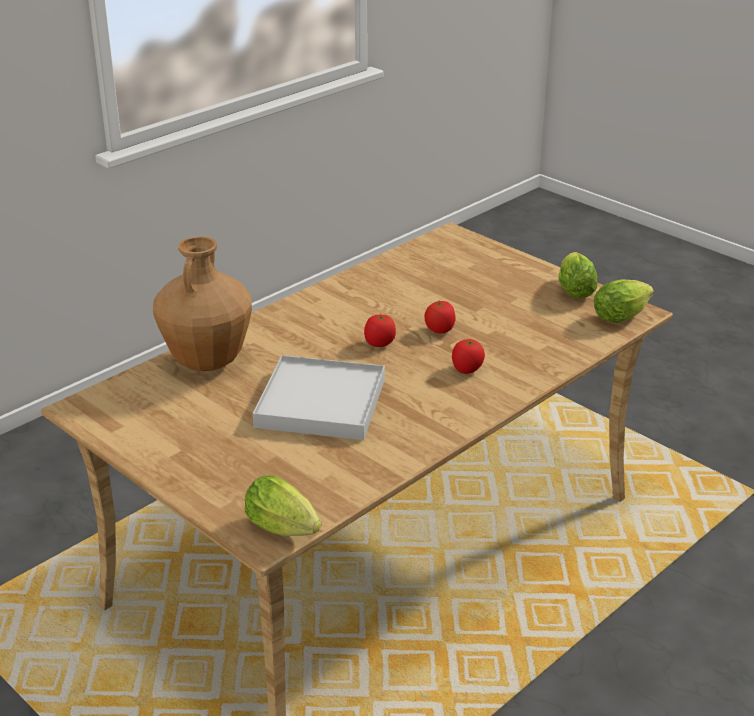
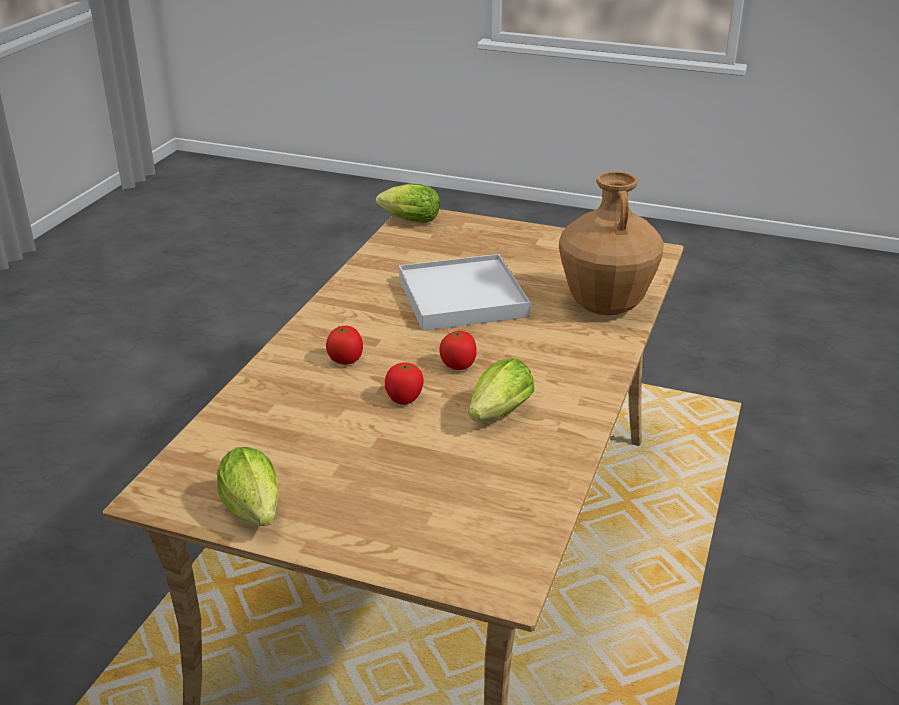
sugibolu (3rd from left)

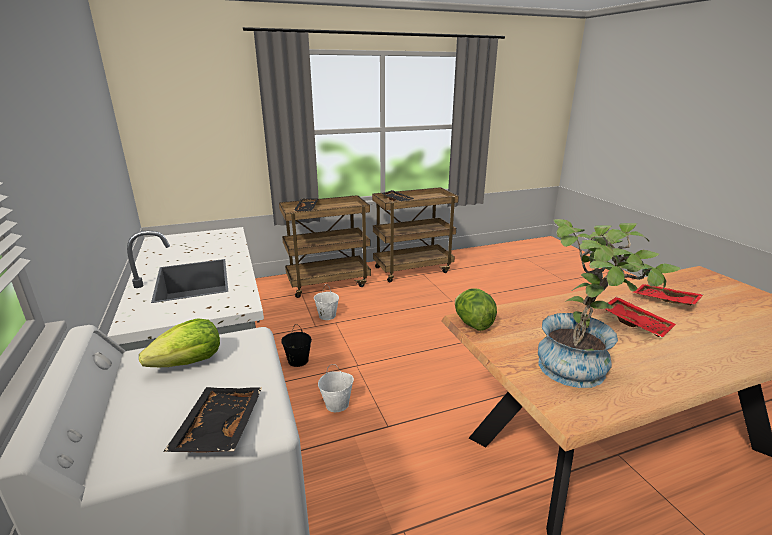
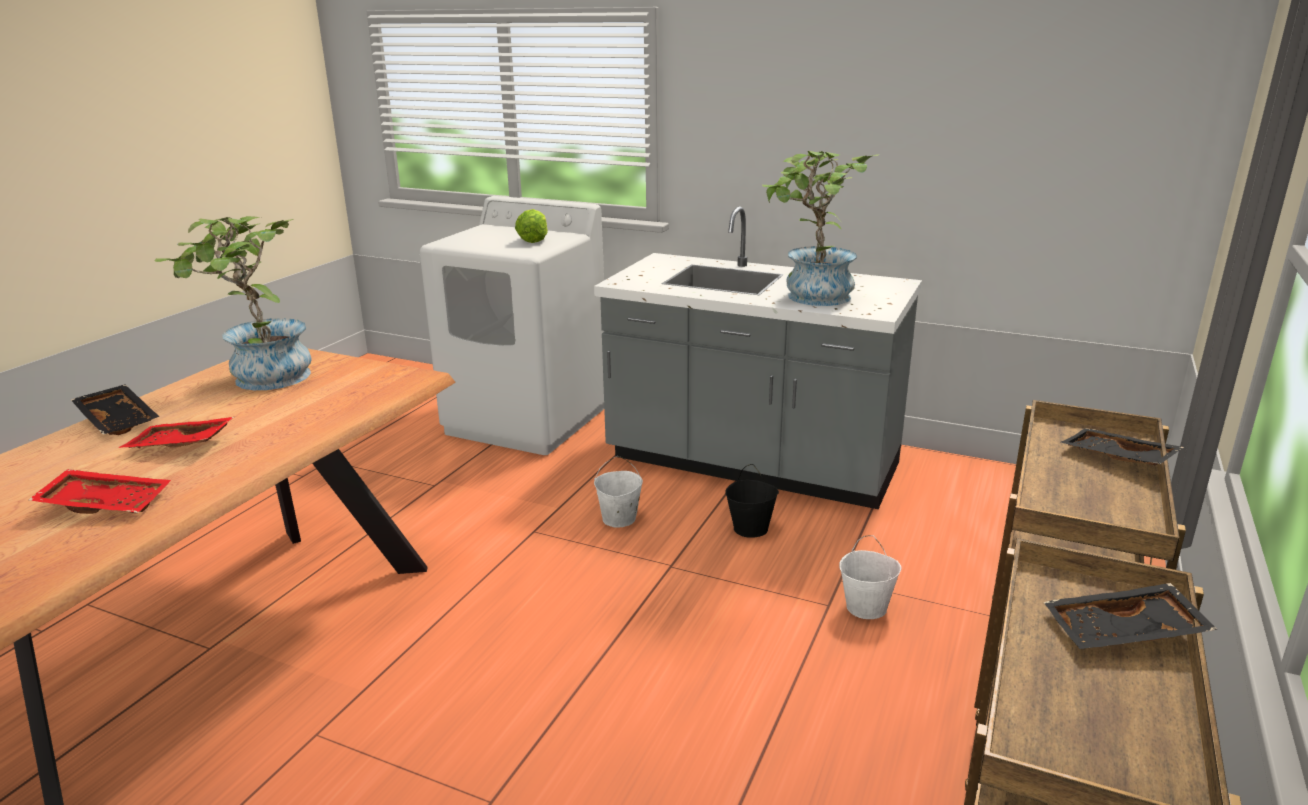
sugibolu (2nd from left in the first image)
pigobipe (2nd from left)
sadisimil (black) (1st from left)

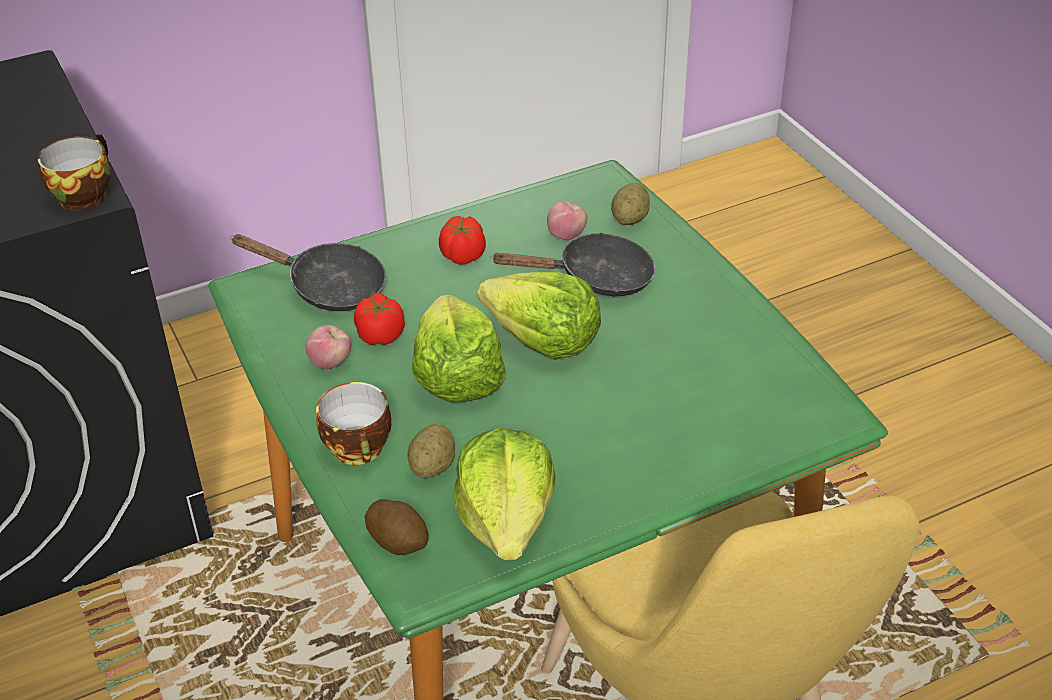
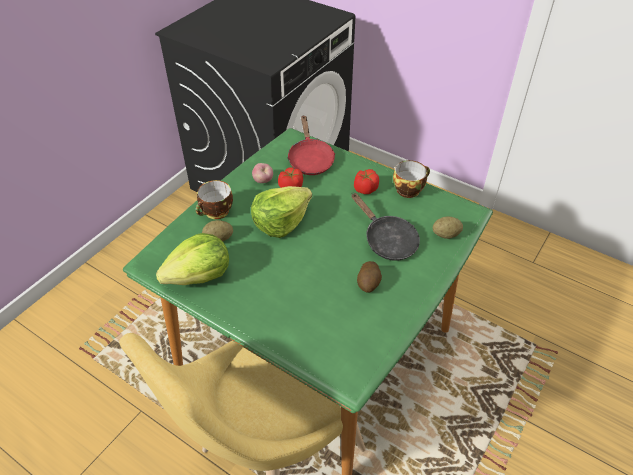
sugibolu (3rd from left in the first image)
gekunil (2nd from left in the first image)
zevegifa (2nd from left)
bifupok (2nd from left)
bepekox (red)

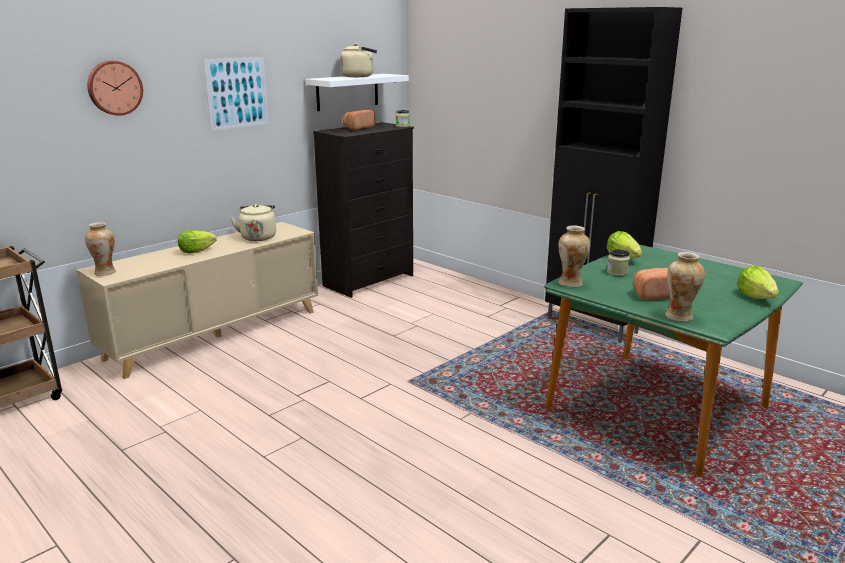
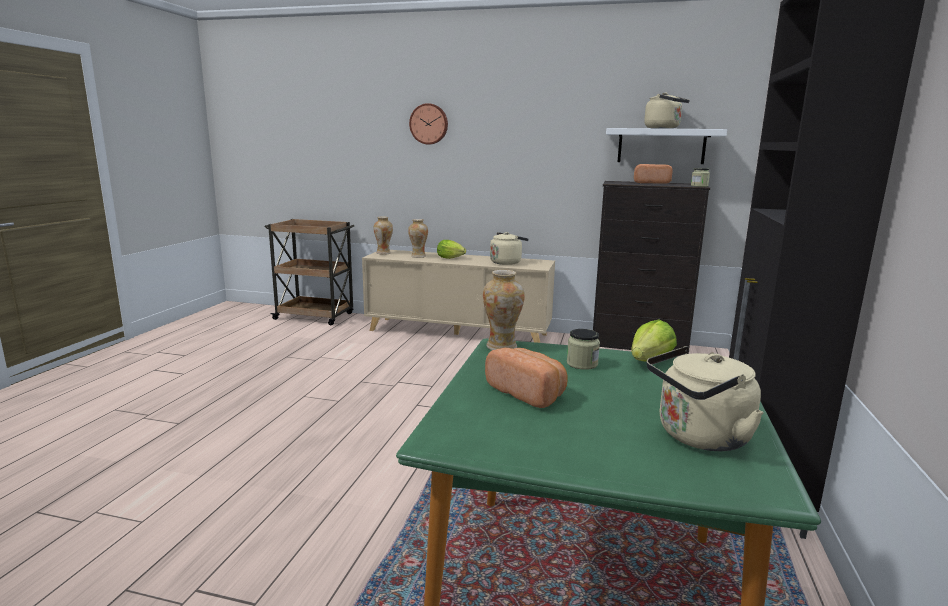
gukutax
sugibolu (3rd from left in the first image)
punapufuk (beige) (3rd from left)
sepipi (2nd from left)

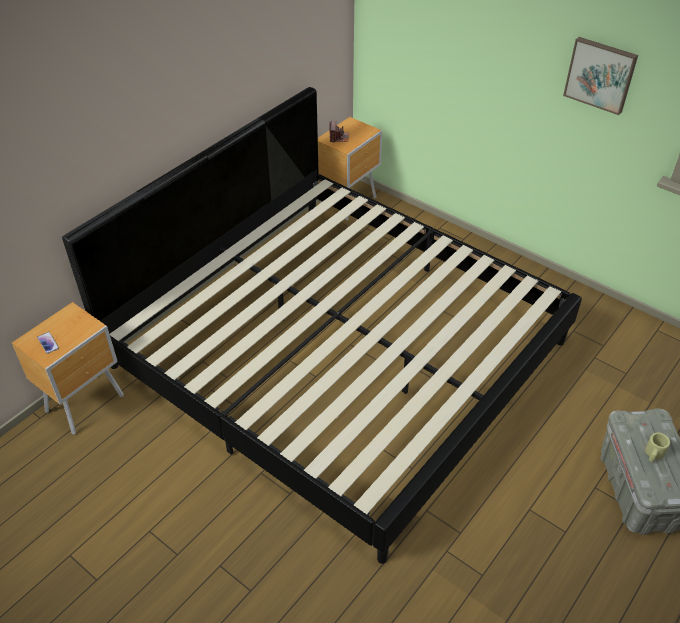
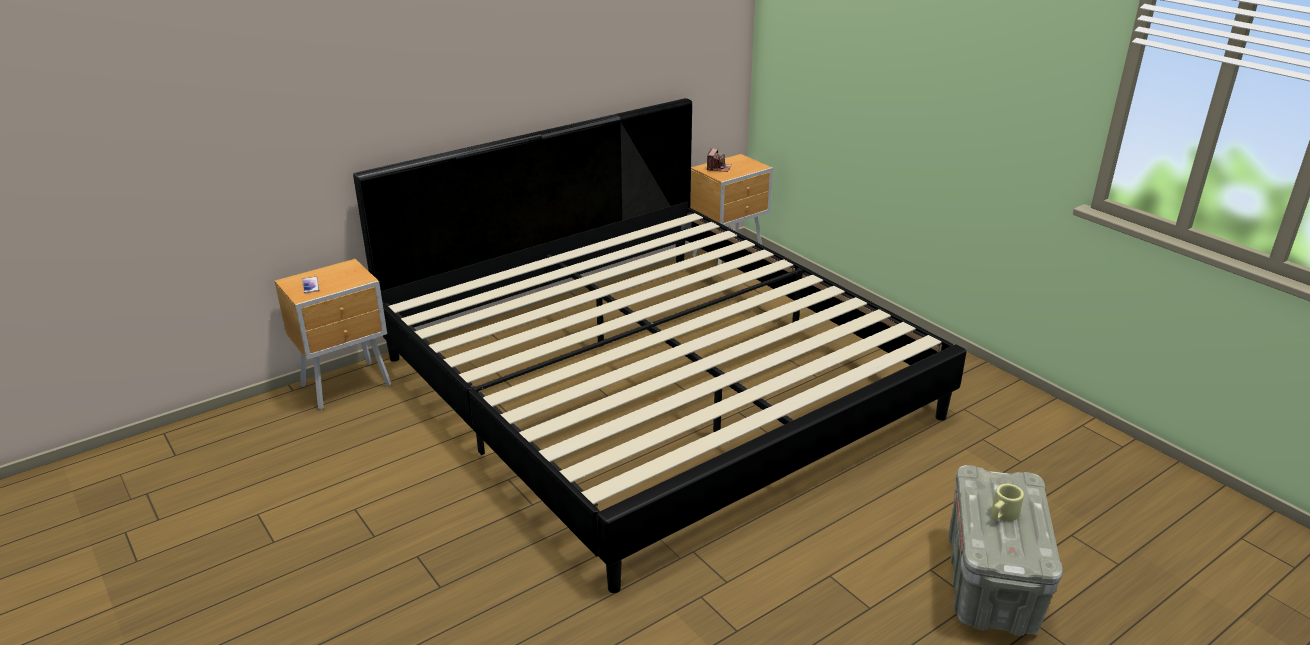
gukutax

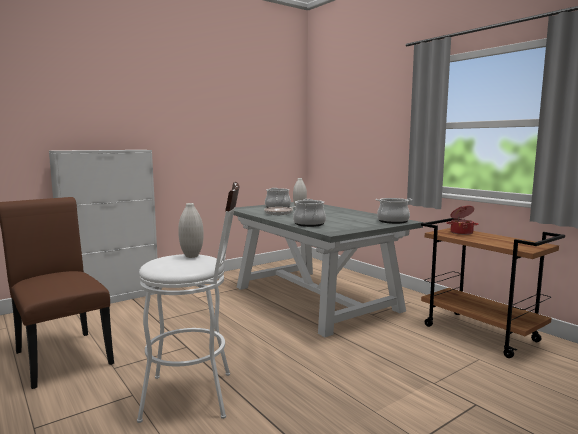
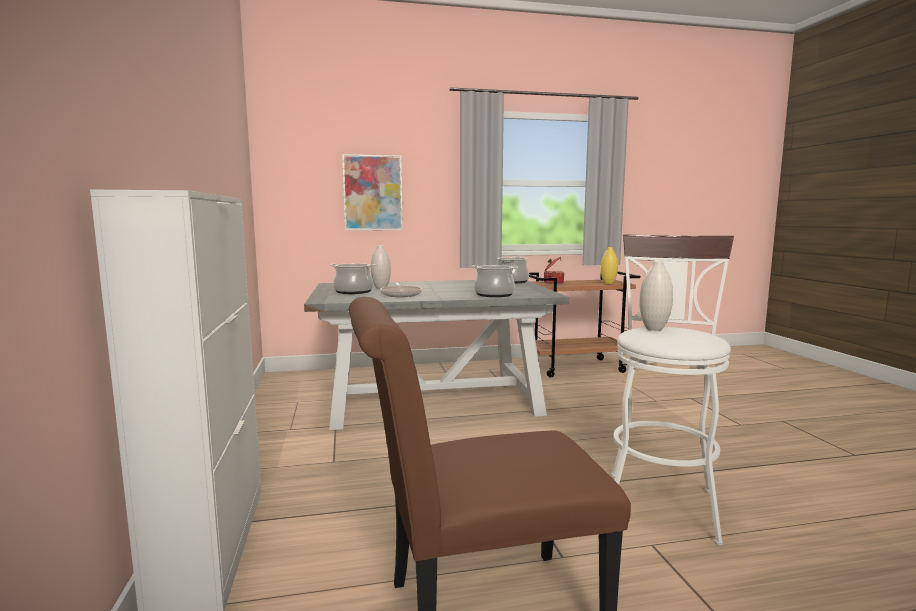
gukutax
sepipi (yellow)

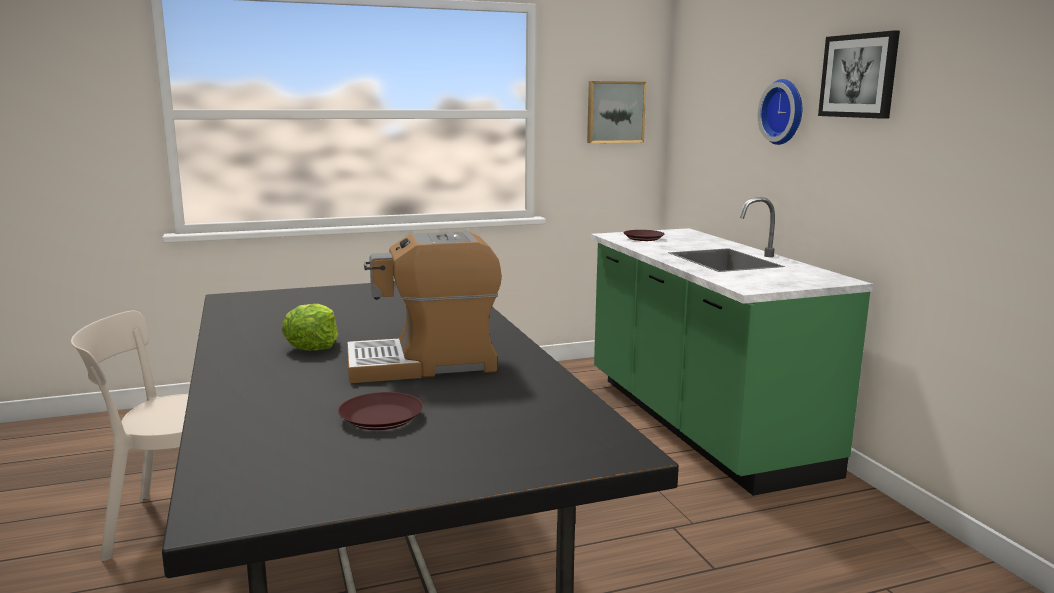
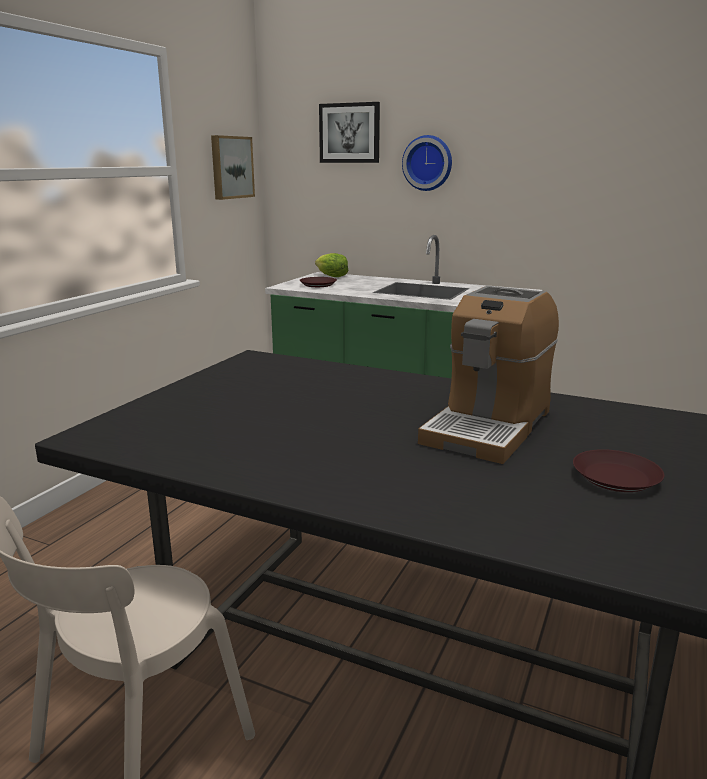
sugibolu
gukutax (2nd from left)

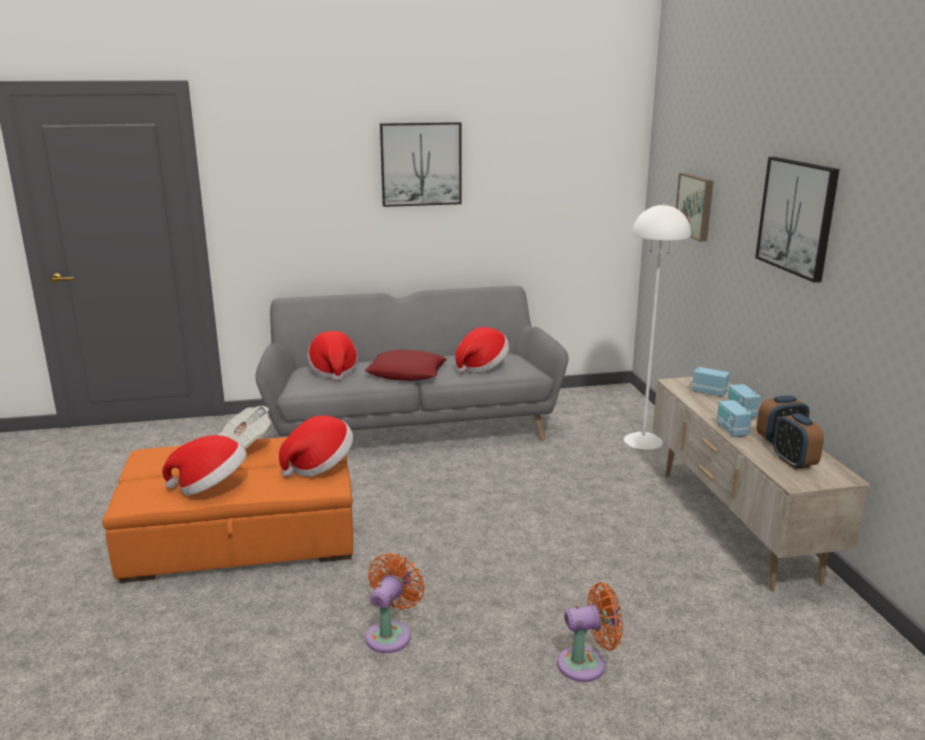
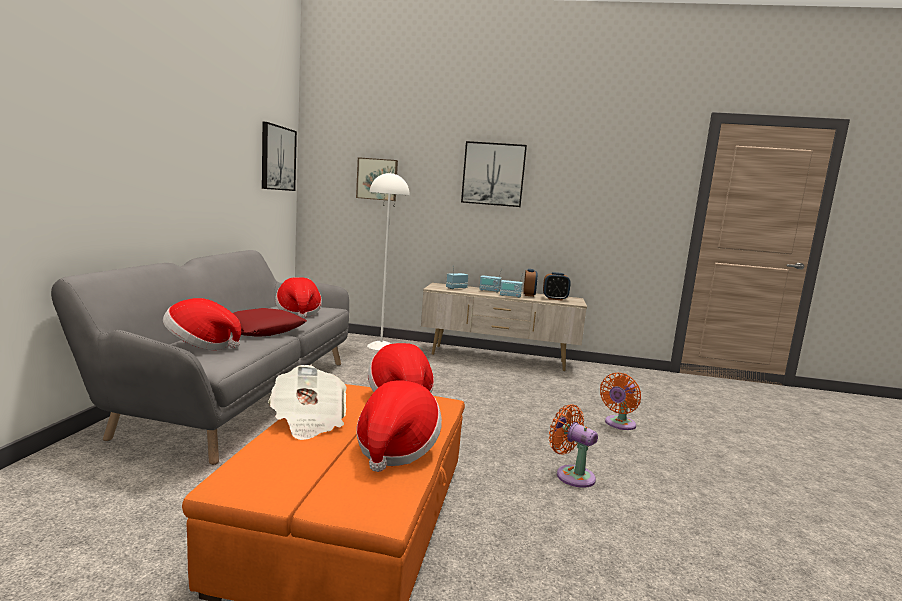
gukutax (1st from left)
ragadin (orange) (2nd from left)

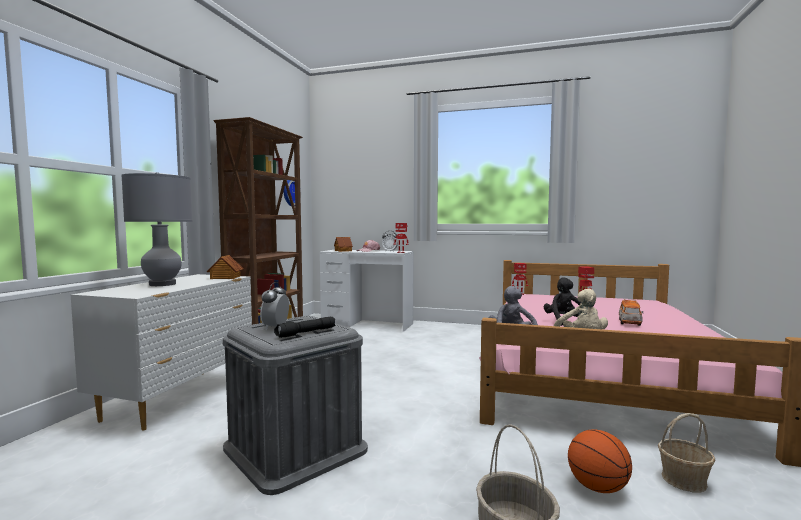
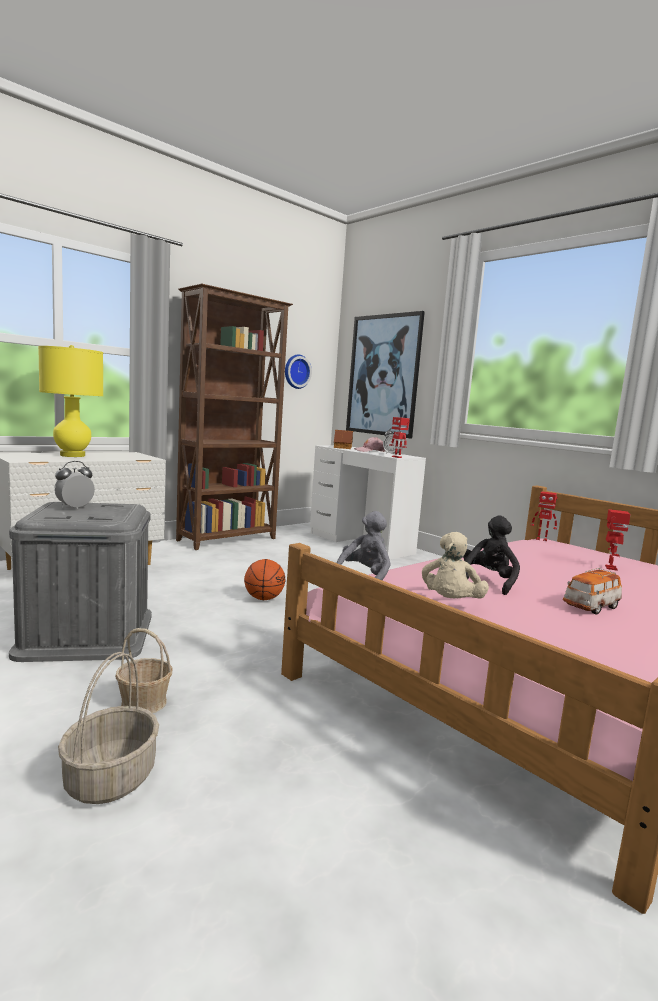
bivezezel (1st from left in the first image)
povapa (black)
gukutax
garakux
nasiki (2nd from left)
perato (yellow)

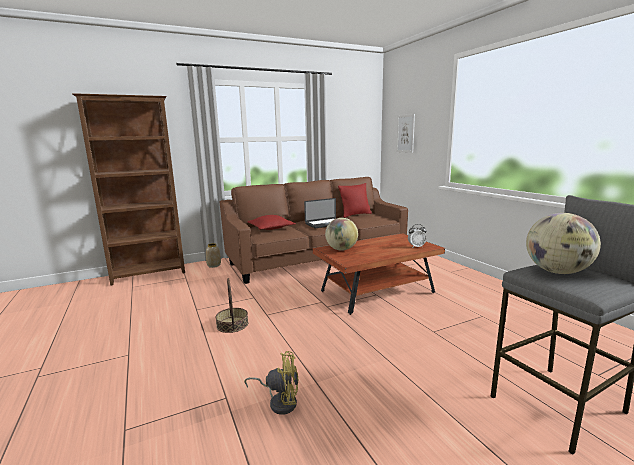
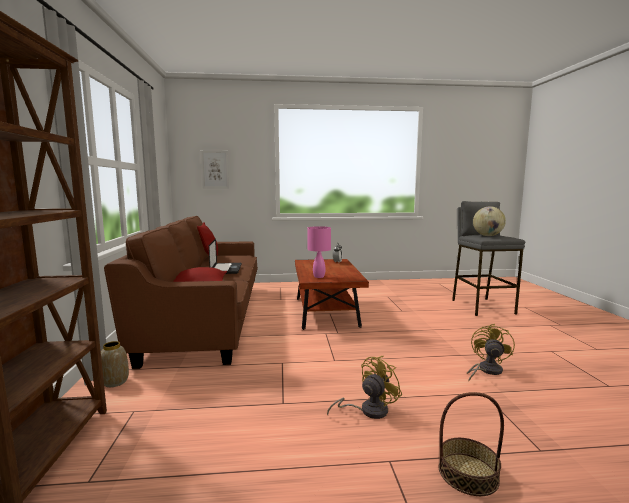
ragadin (yellow) (1st from left)
nasiki
perato (pink)

